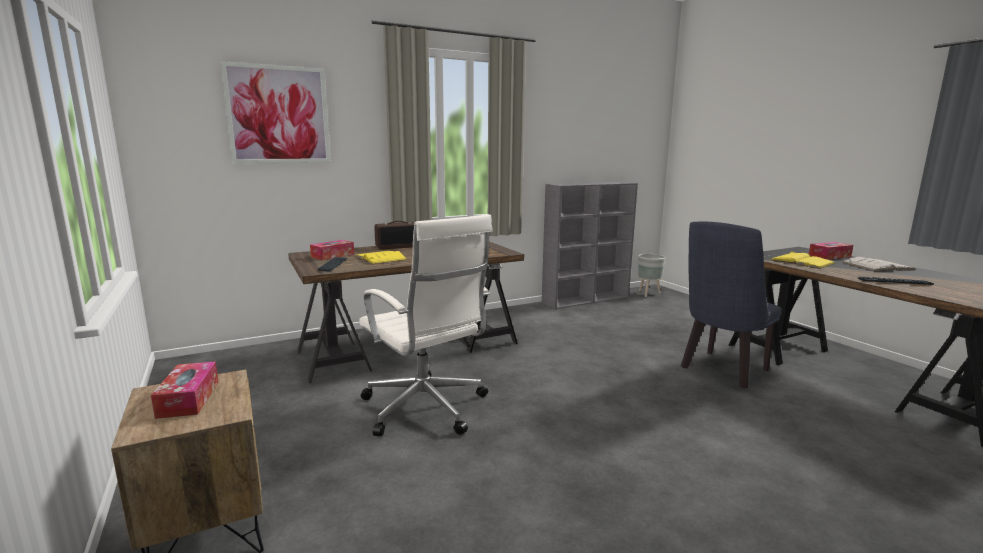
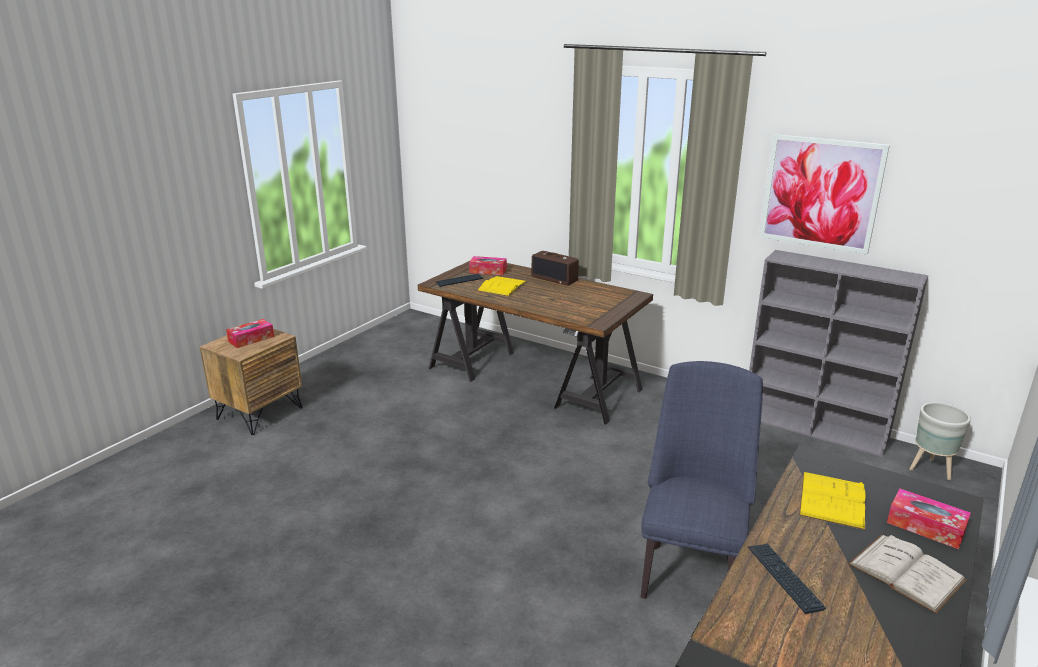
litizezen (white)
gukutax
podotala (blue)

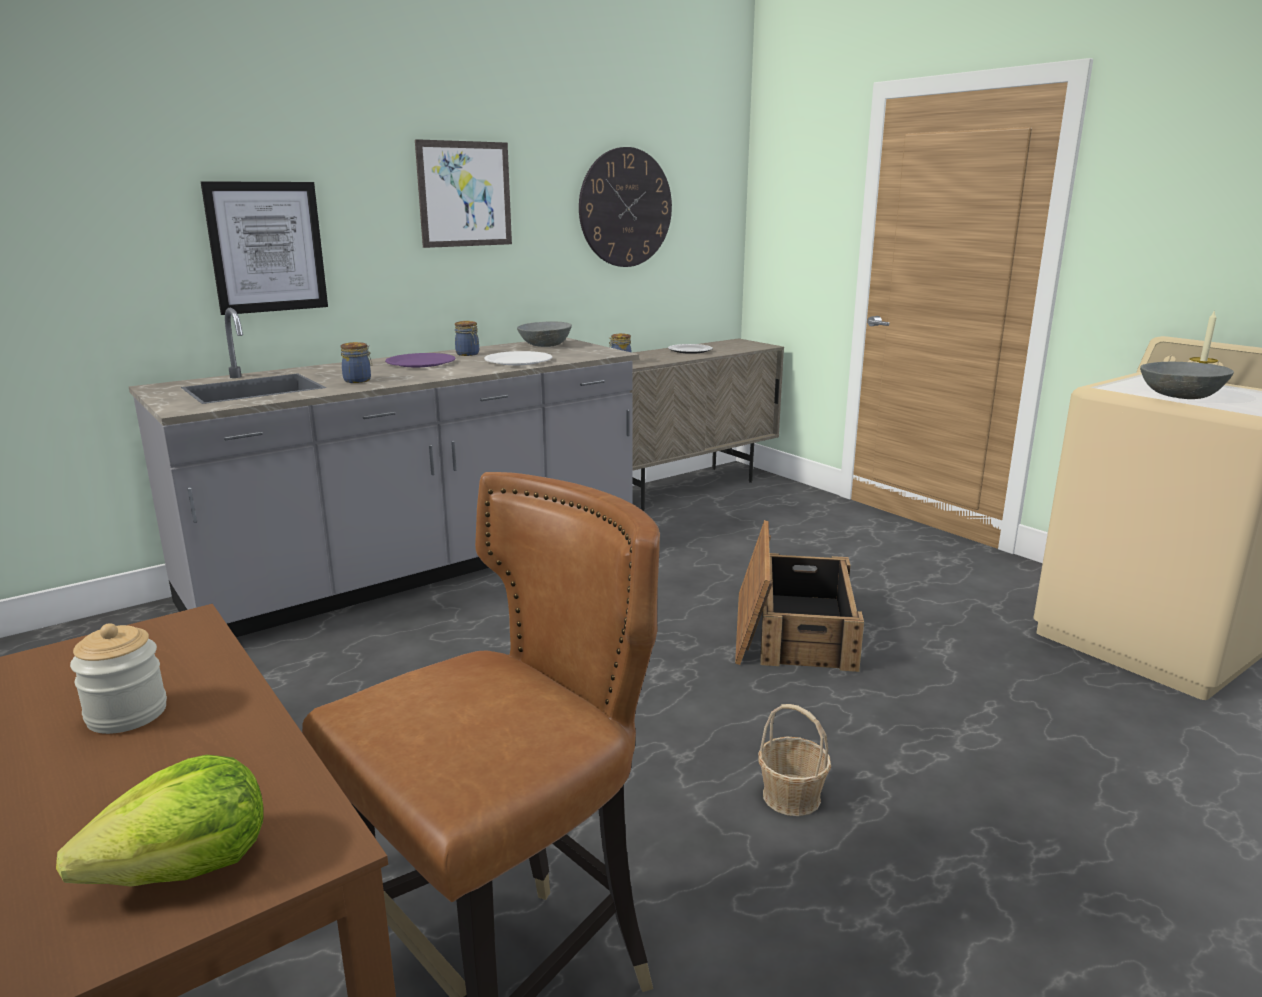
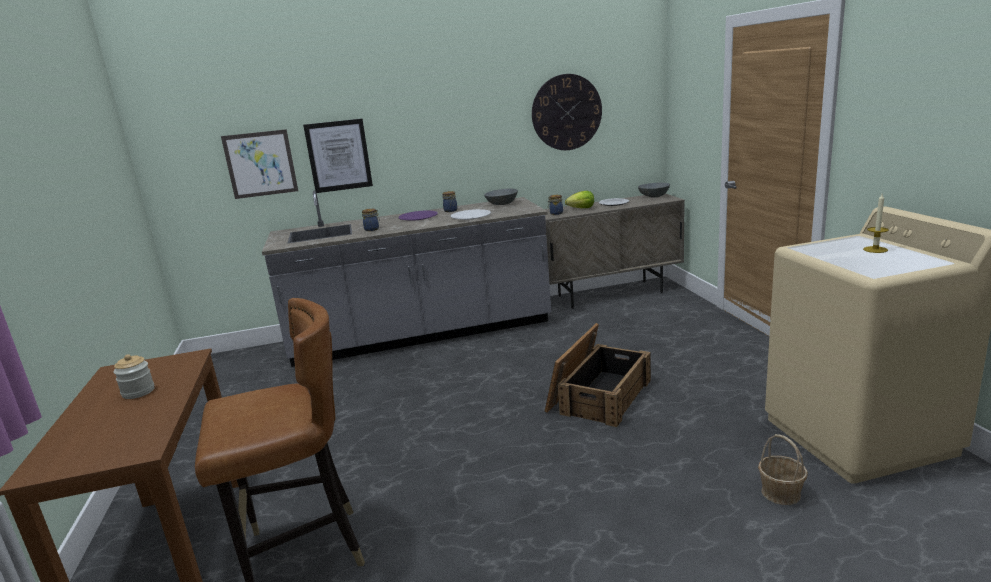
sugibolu
gukutax (1st from left)
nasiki
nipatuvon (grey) (2nd from left)

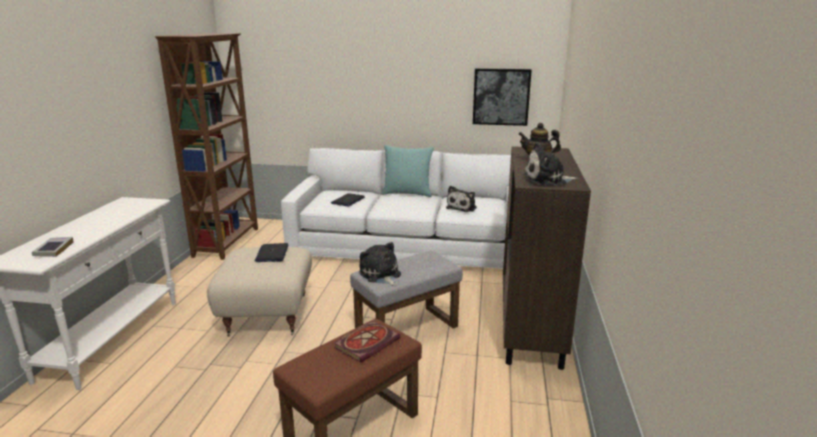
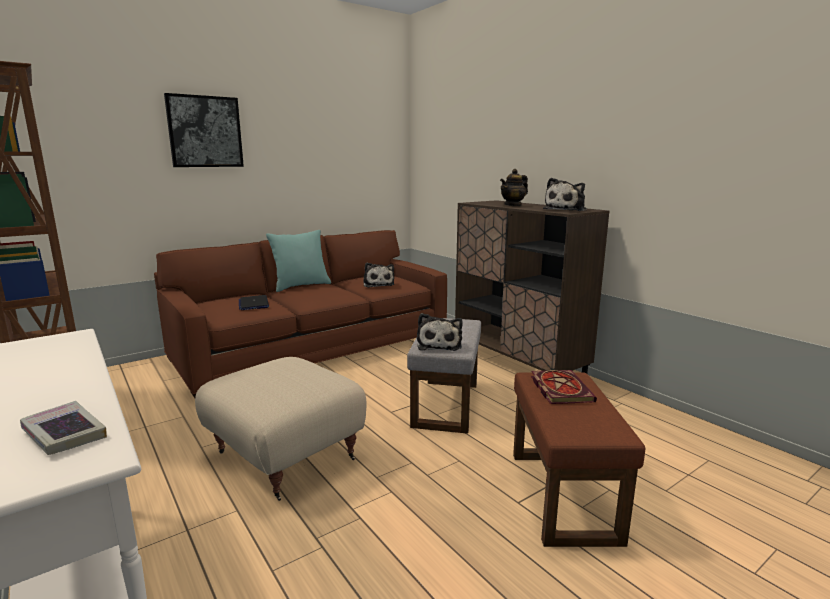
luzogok (1st from left in the first image)
gukutax
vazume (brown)
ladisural (2nd from left)

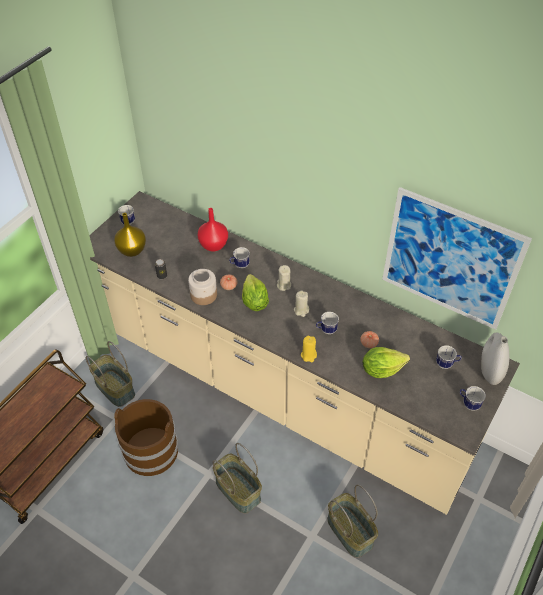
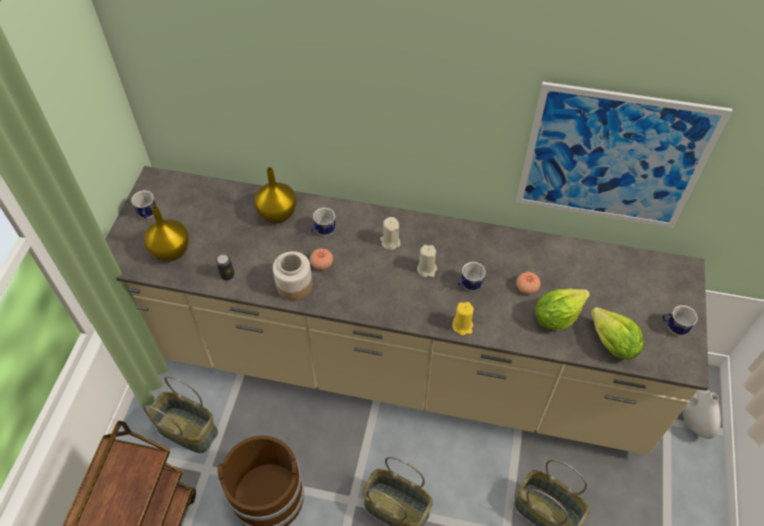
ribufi (4th from left in the first image)
sugibolu (2nd from left)
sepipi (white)
sepipi (yellow) (2nd from left)

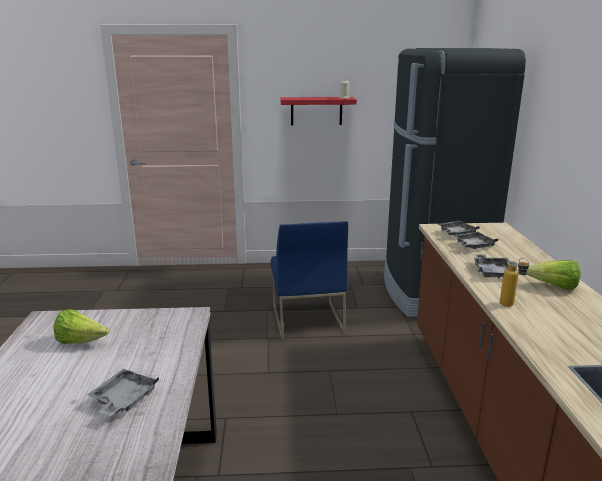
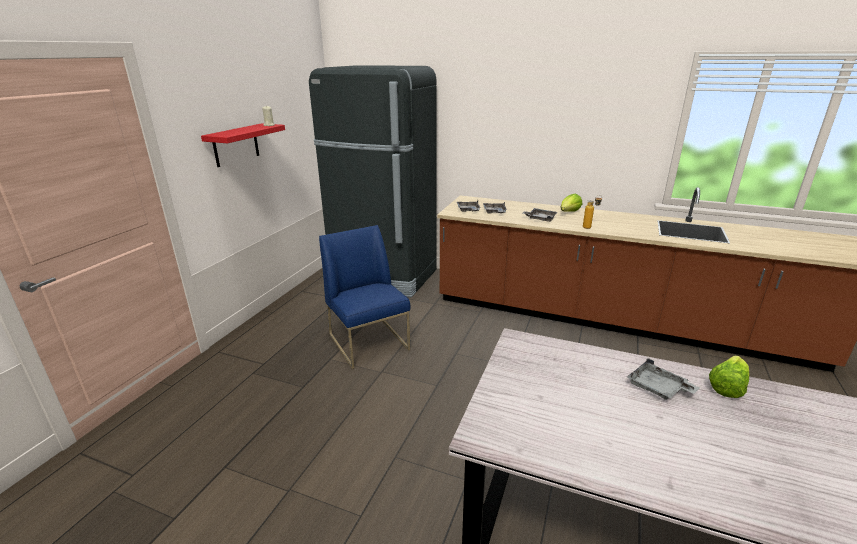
sugibolu (2nd from left)
podotala (blue)

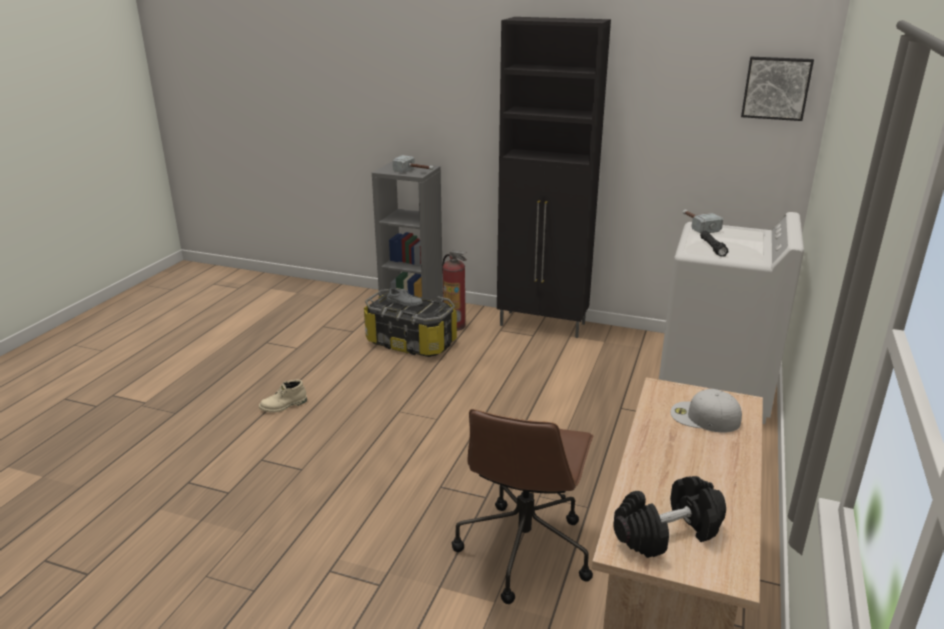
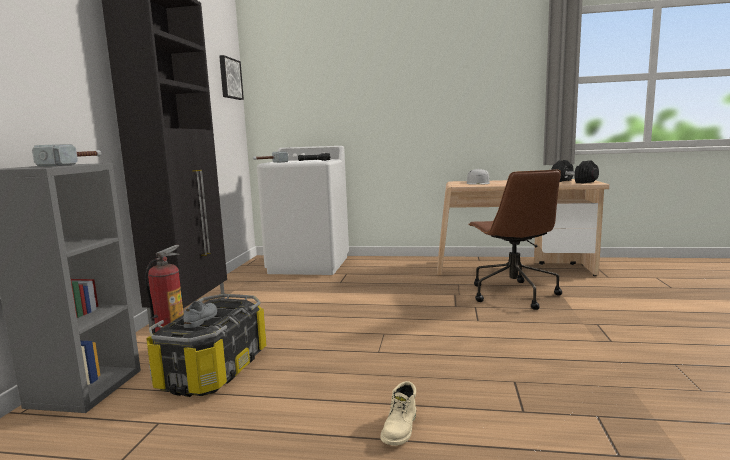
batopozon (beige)
litizezen (brown)

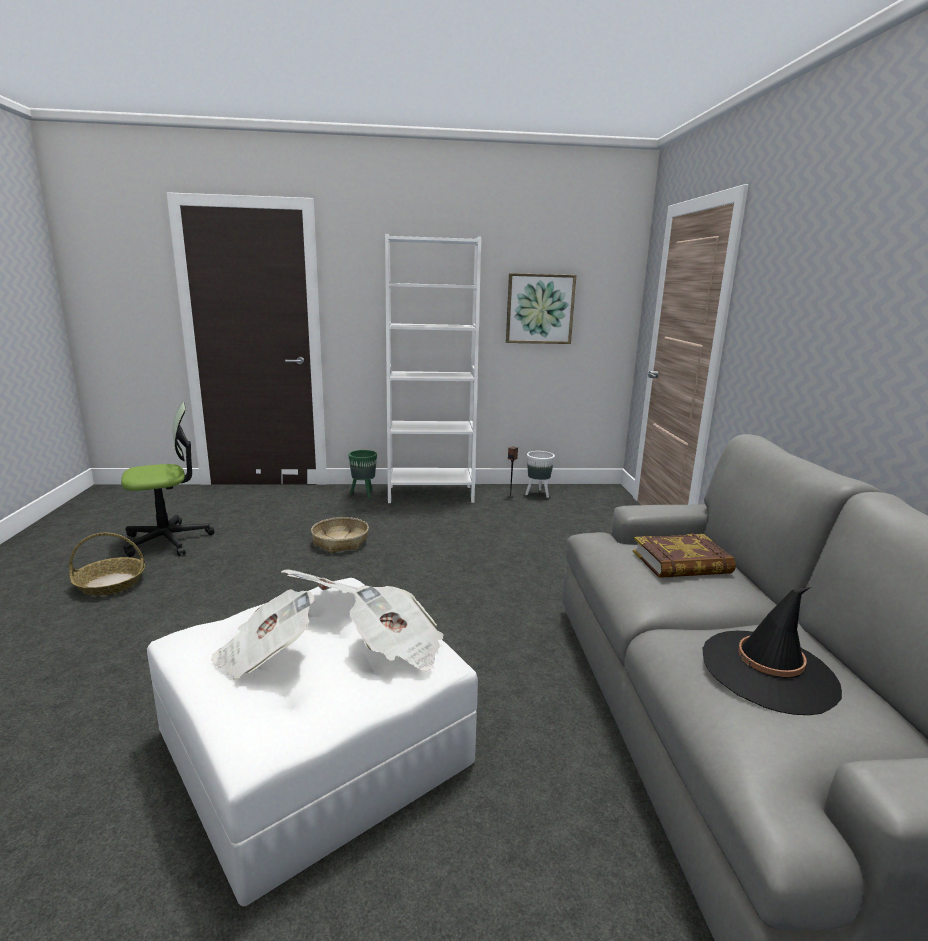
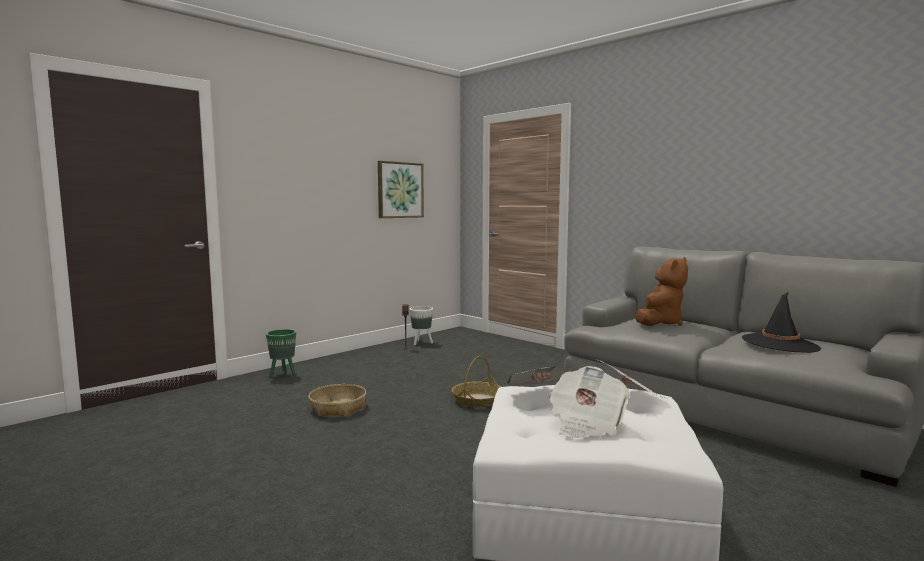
litizezen
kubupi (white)
nasiki (2nd from left)
ladisural (brown)

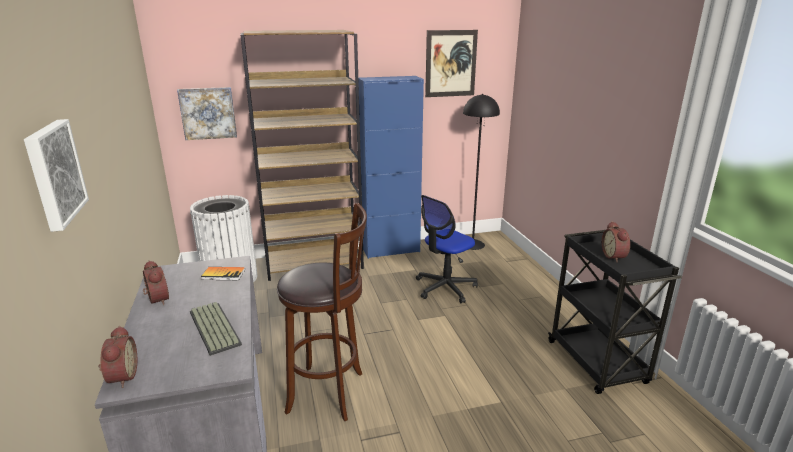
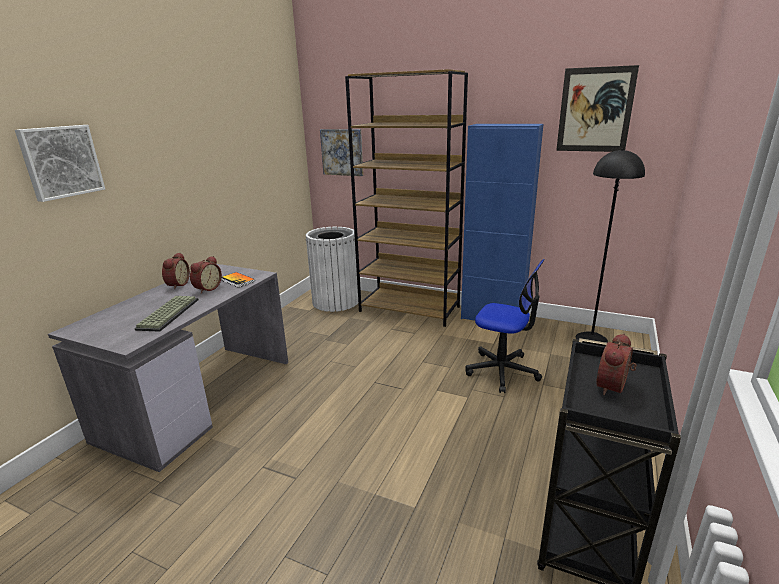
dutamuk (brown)
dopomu (2nd from left)
litizezen

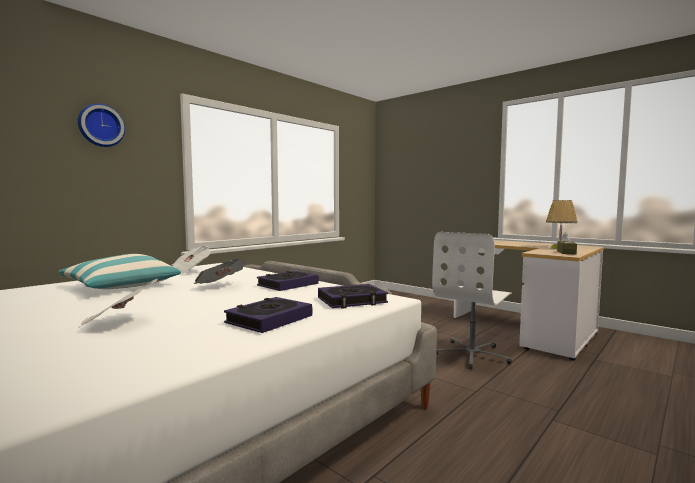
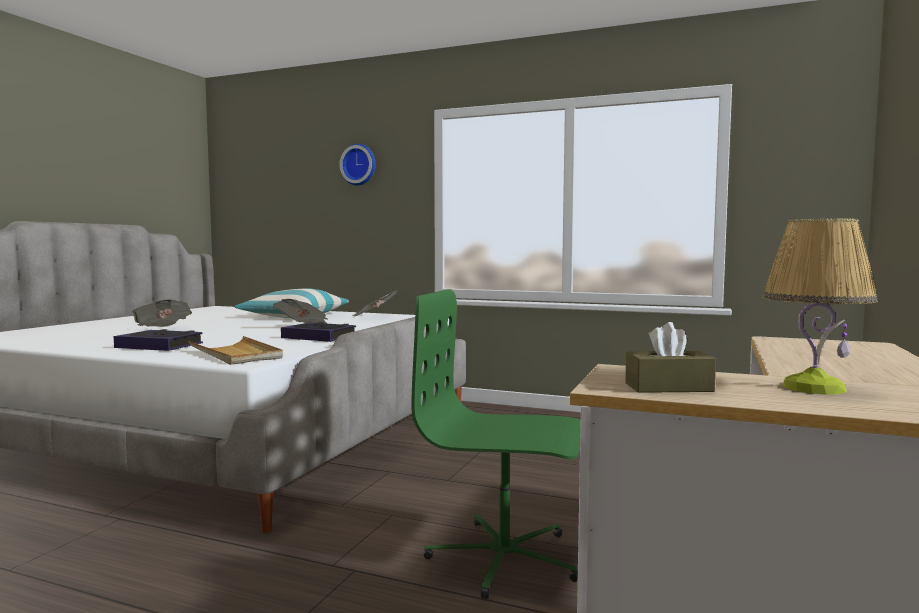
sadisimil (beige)
litizezen (green)

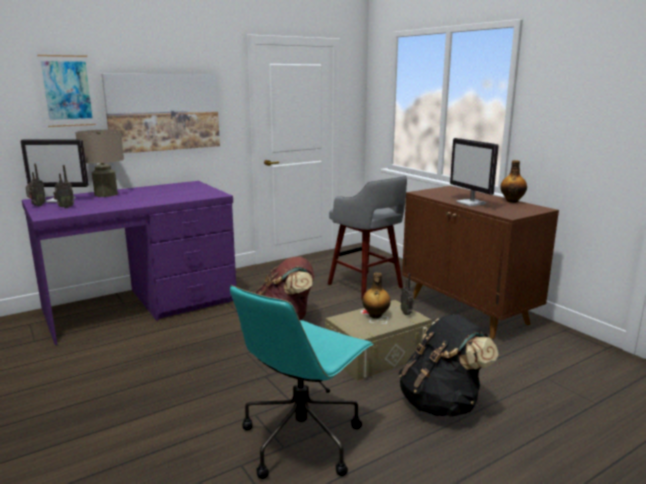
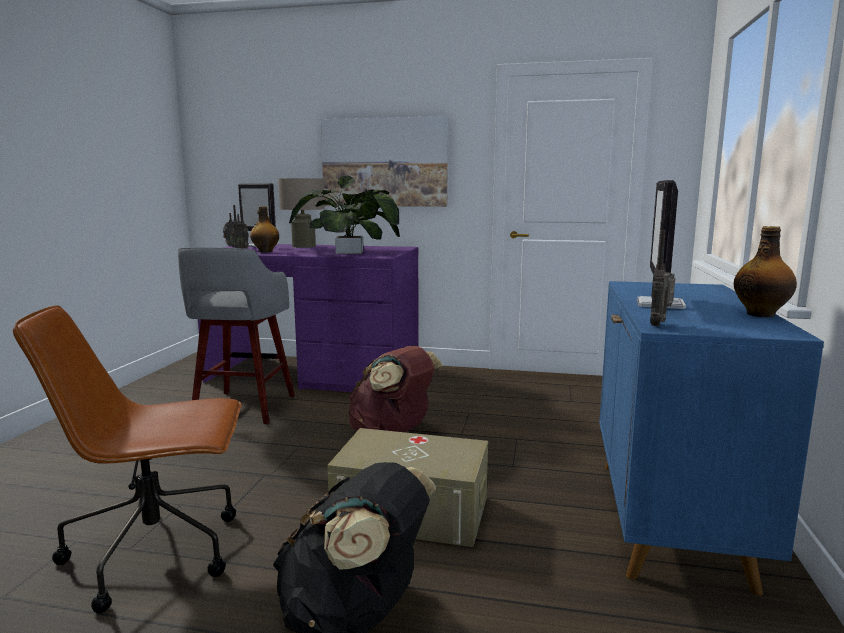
gukutax (1st from left in the first image)
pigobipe
dutamuk (grey)
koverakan (1st from left)
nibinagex (3rd from left)
litizezen (brown)
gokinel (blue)

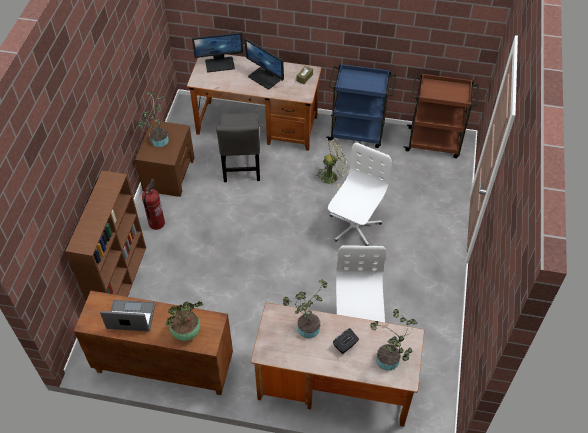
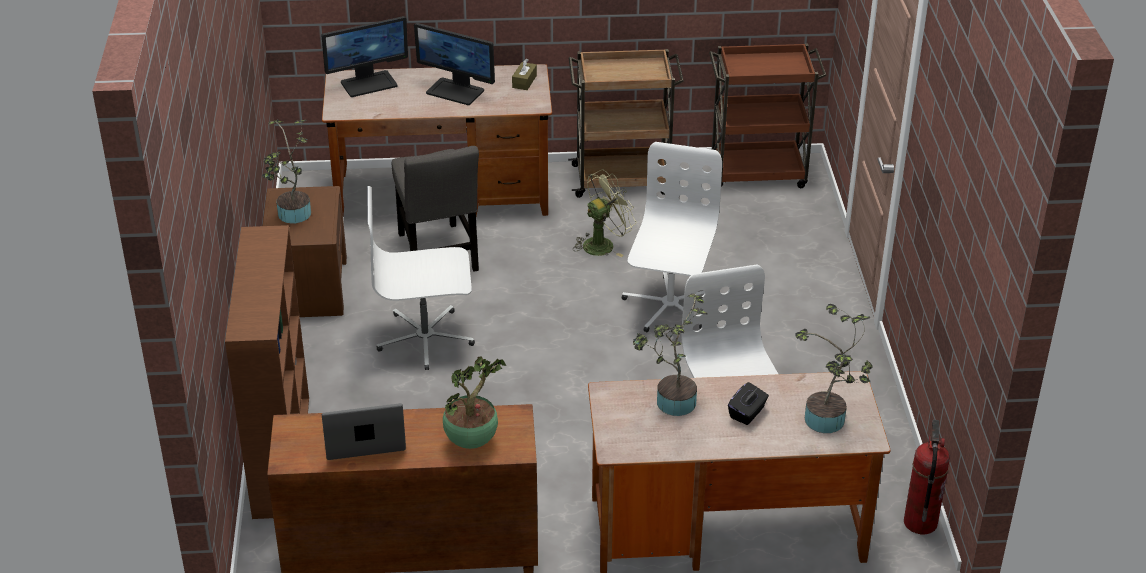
litizezen (white) (1st from left)
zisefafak
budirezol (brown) (1st from left)

